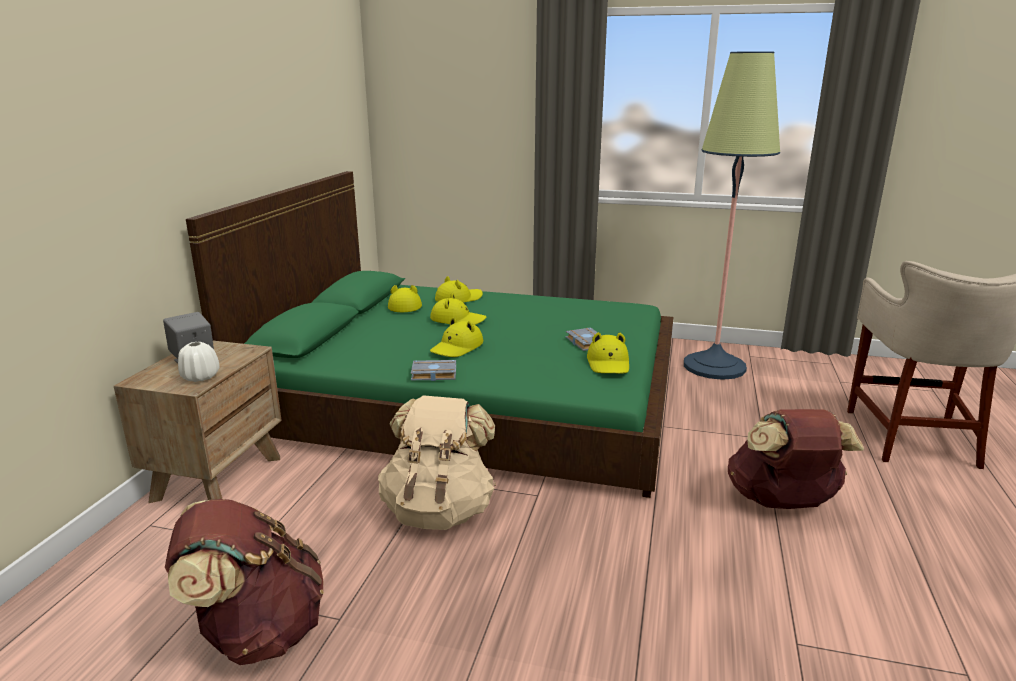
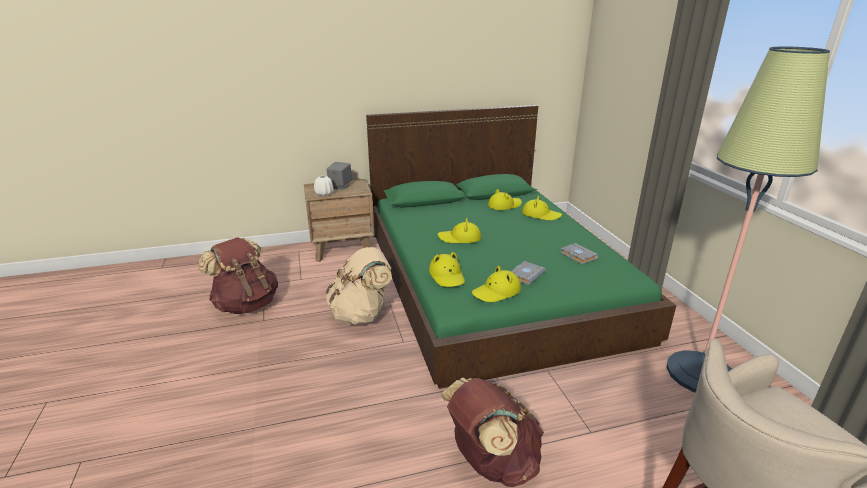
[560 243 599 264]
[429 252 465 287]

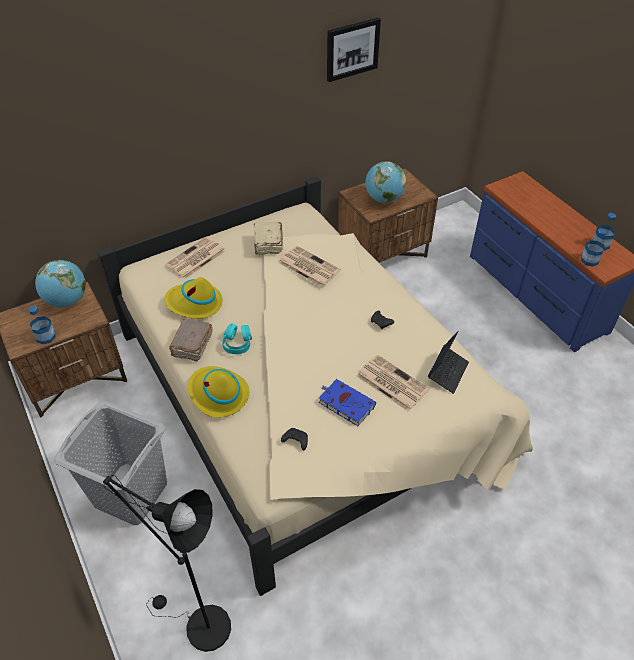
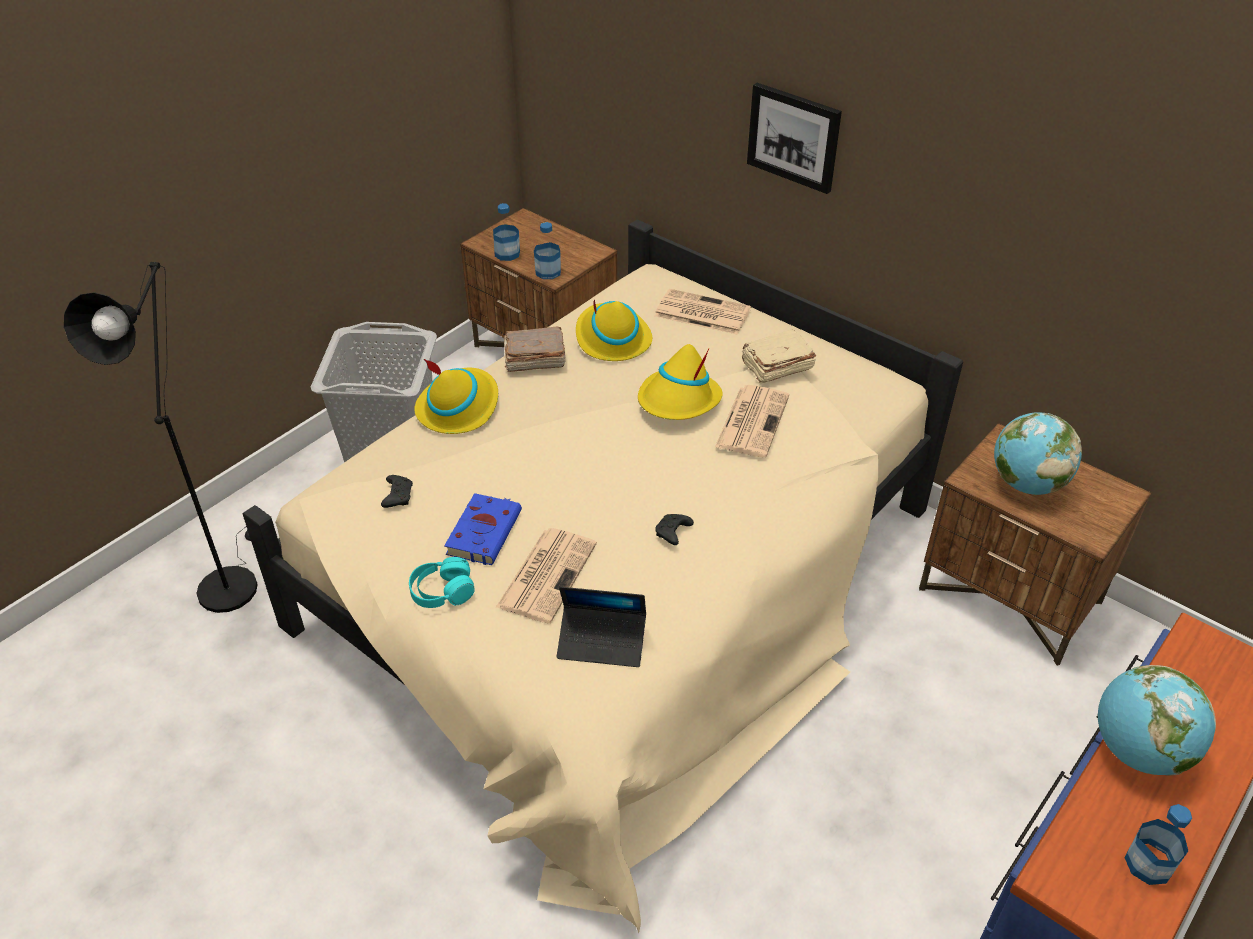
[638 344 723 420]
[1098 665 1216 775]
[409 557 475 608]
[747 83 842 194]
[534 222 561 279]

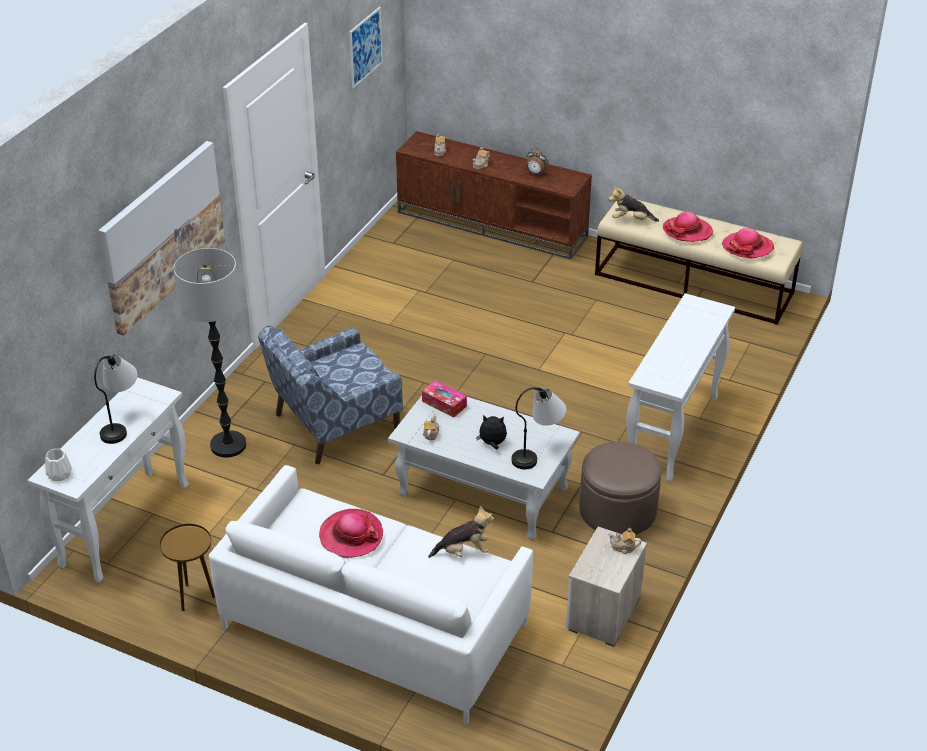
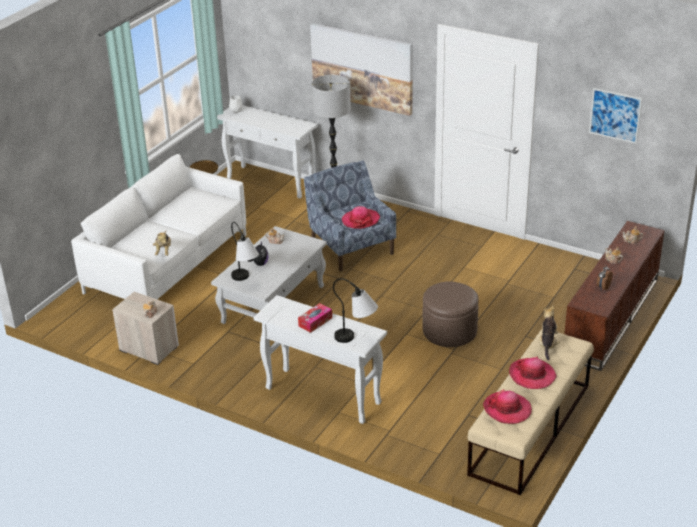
[333 278 378 343]
[342 206 380 229]
[298 303 332 333]
[422 281 479 347]

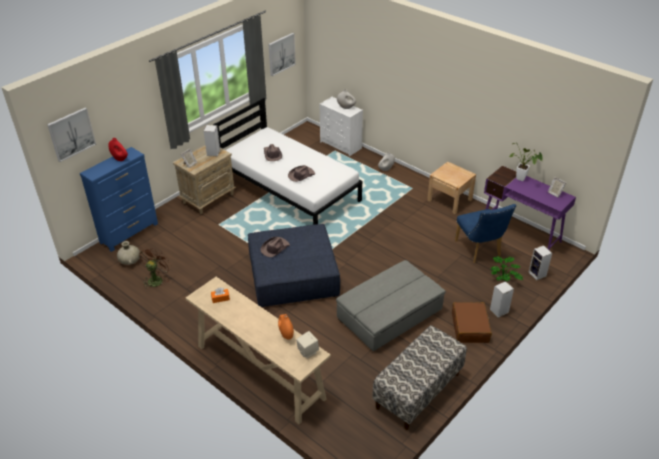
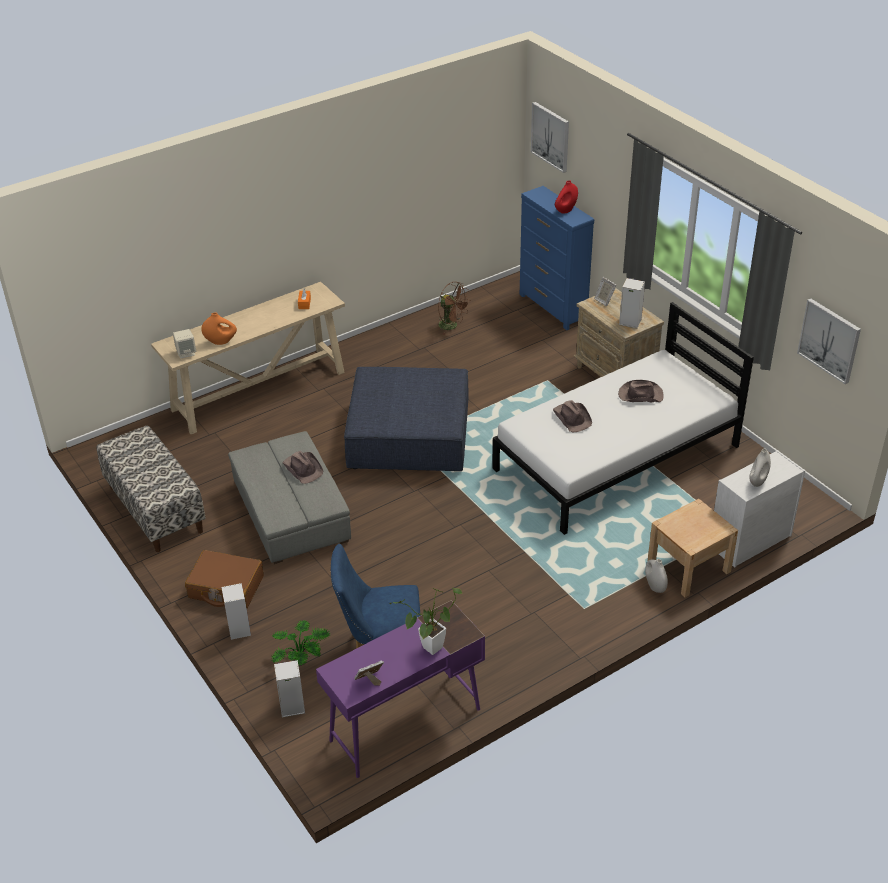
[117 241 140 265] (first image)
[283 451 323 484]
[647 499 738 597]

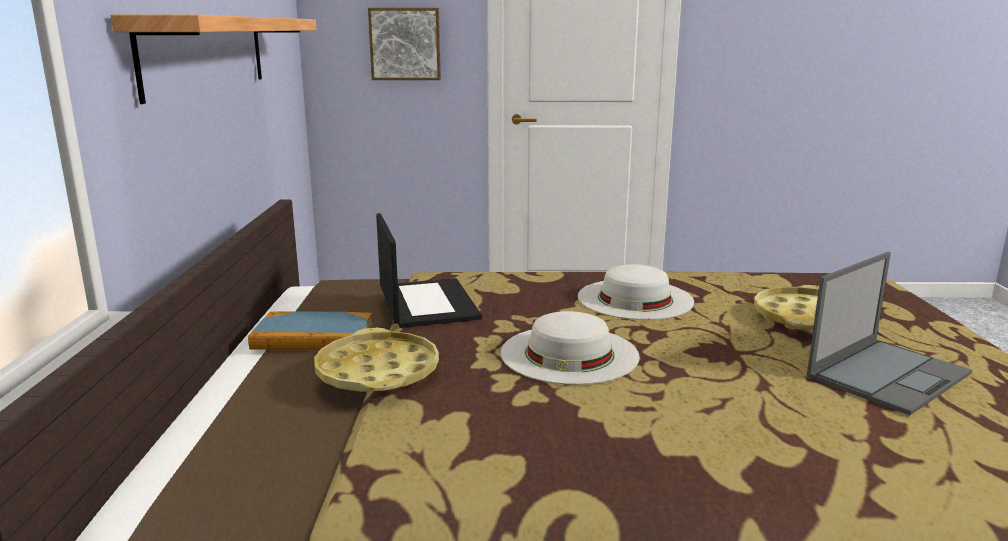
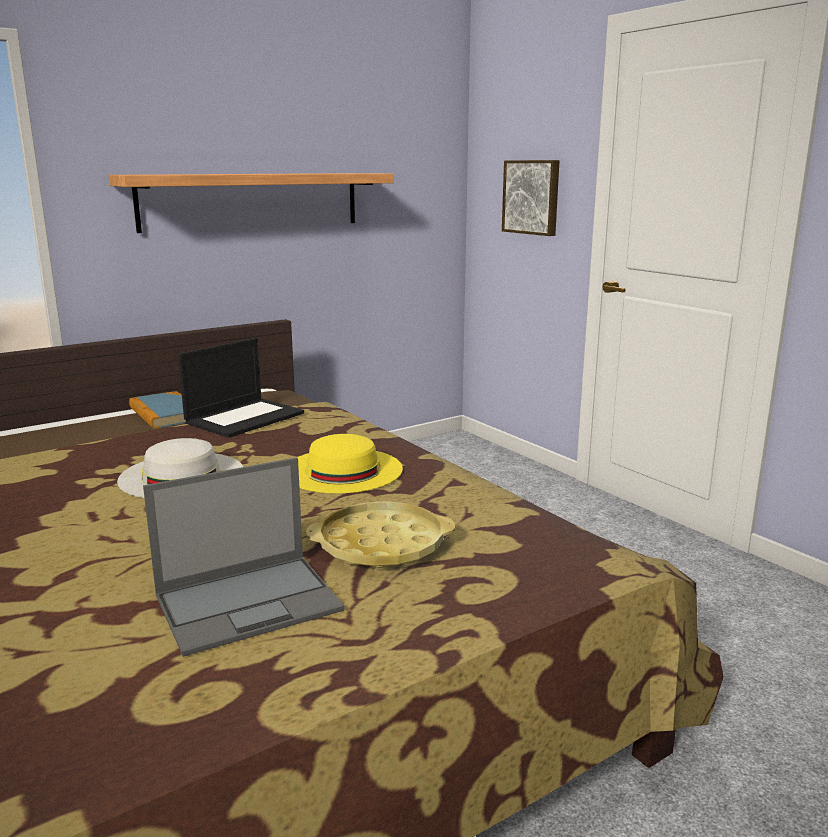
[314 328 439 392] (first image)
[297 434 403 493]
[143 457 345 657]

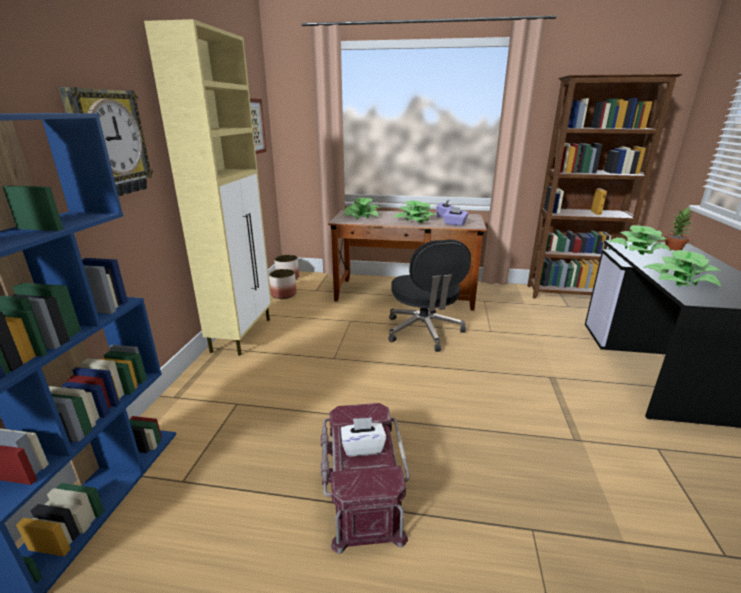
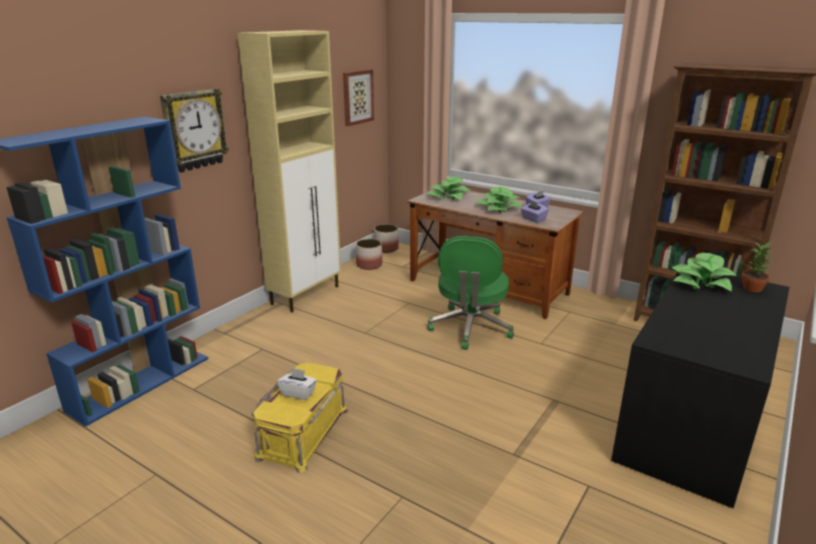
[644 250 721 287] (first image)
[251 363 348 473]
[427 236 514 350]

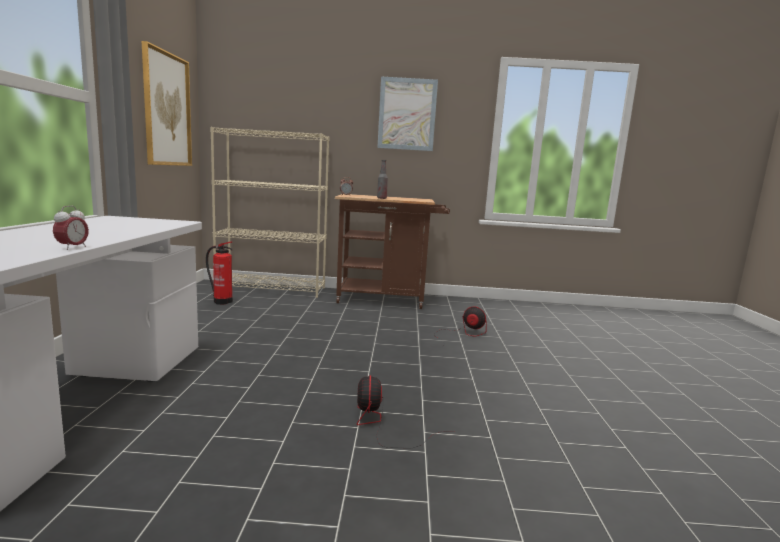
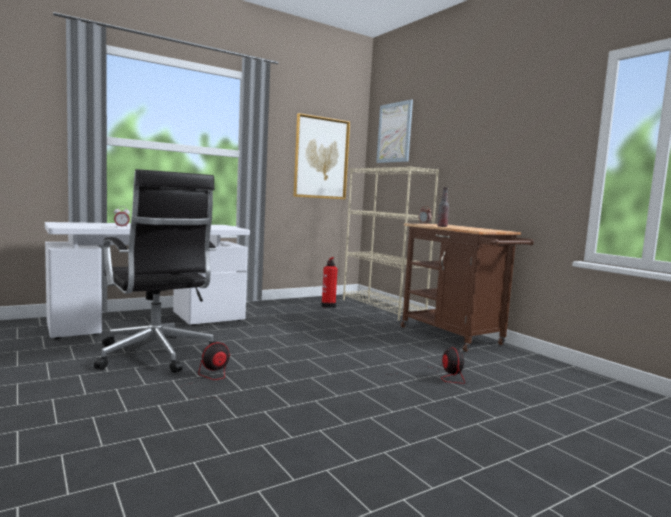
[94 169 216 373]
[376 99 413 163]

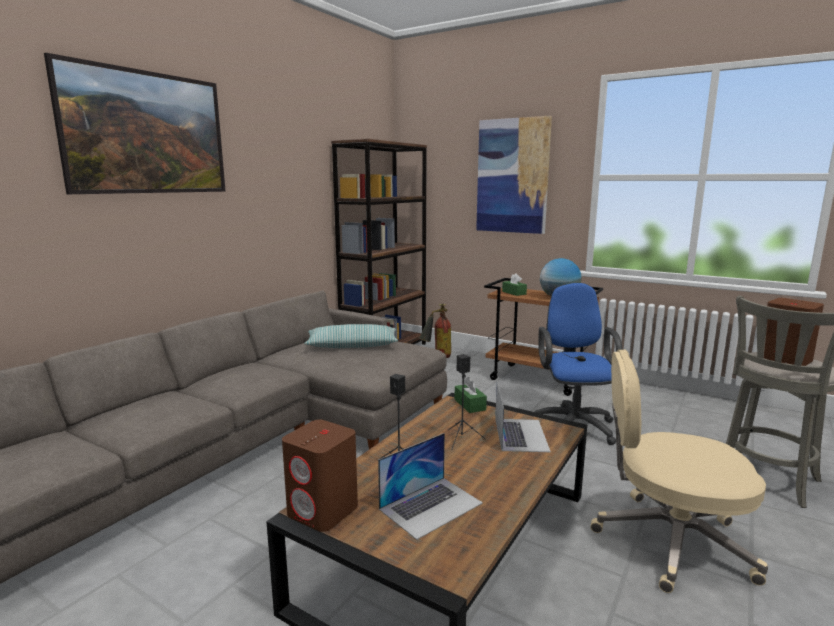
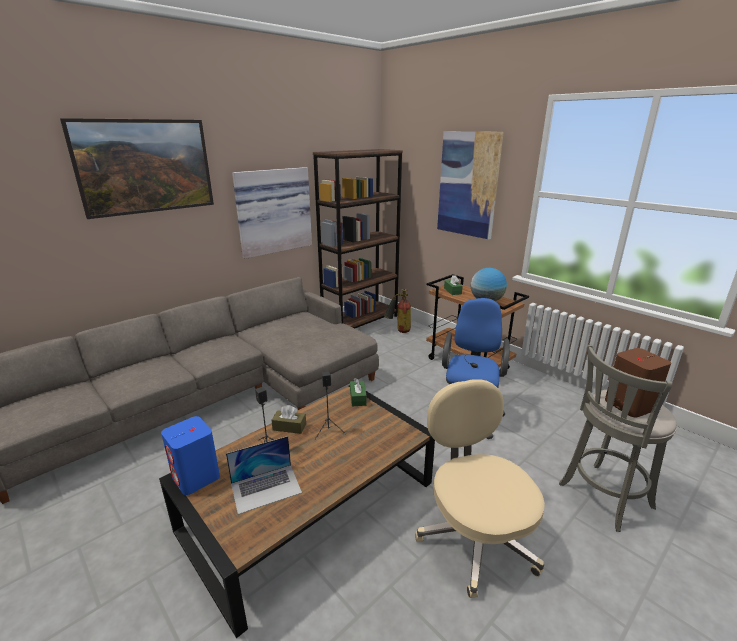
[304 324 398 348] (first image)
[495 382 551 452] (first image)
[232 167 312 259]
[272 405 306 434]
[161 416 220 495]
[416 379 545 598]

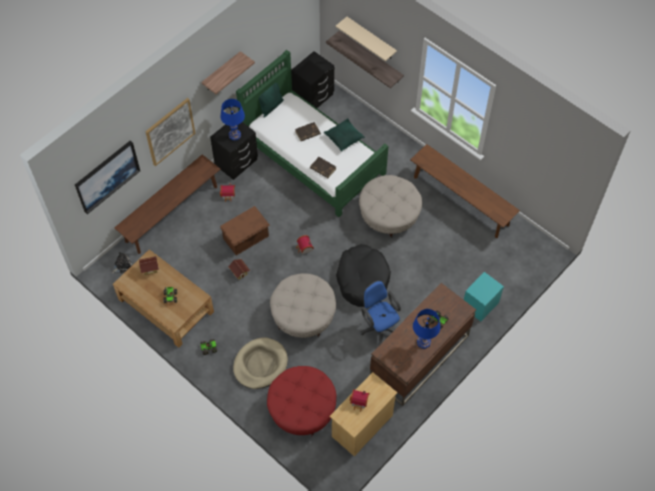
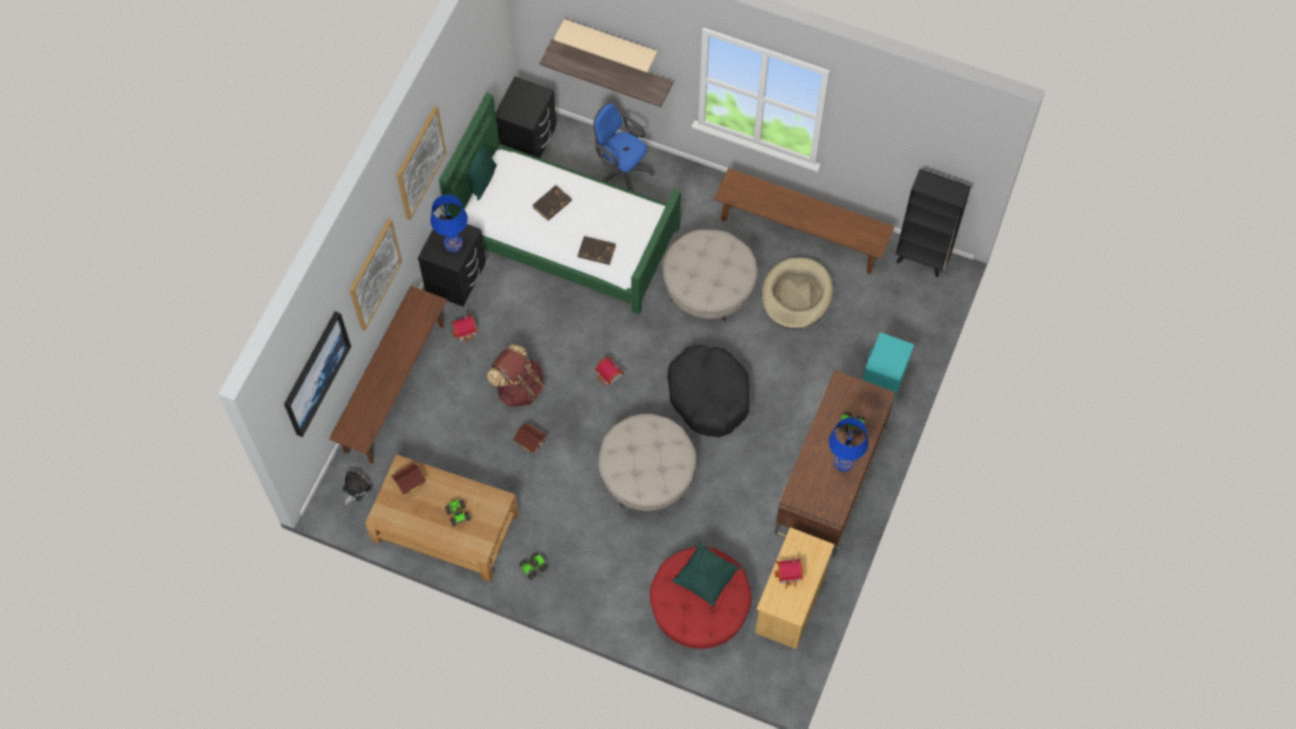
[896 169 971 277]
[761 258 833 329]
[671 542 740 607]
[594 103 655 192]
[396 106 446 220]
[487 344 545 407]

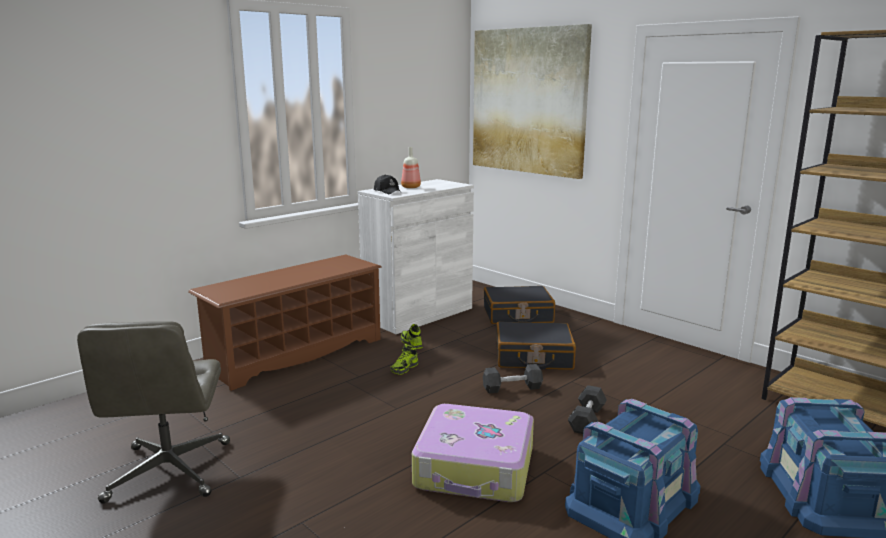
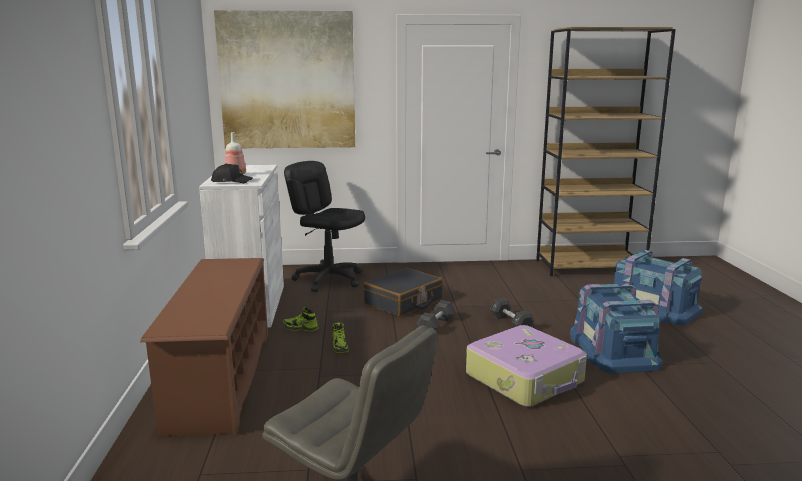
[284 161 365 292]

